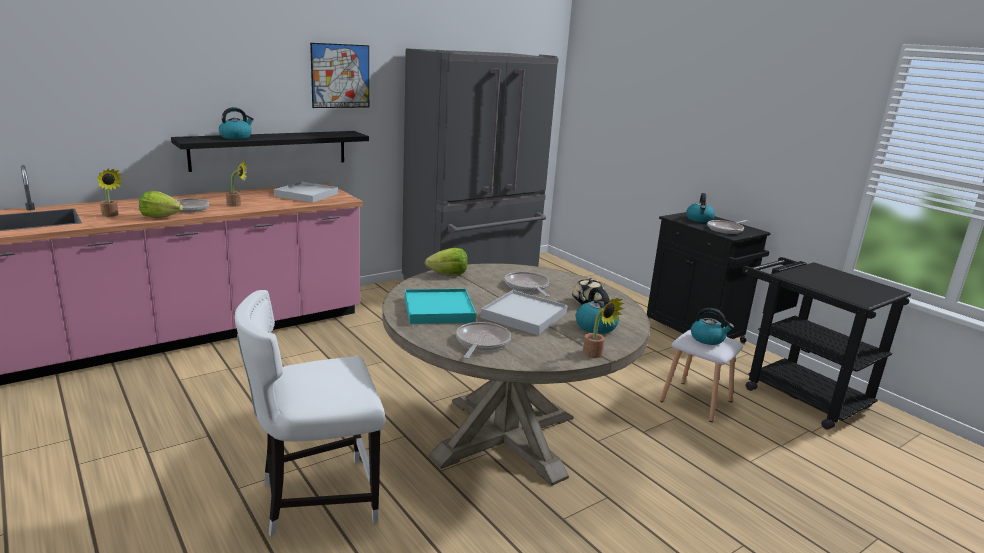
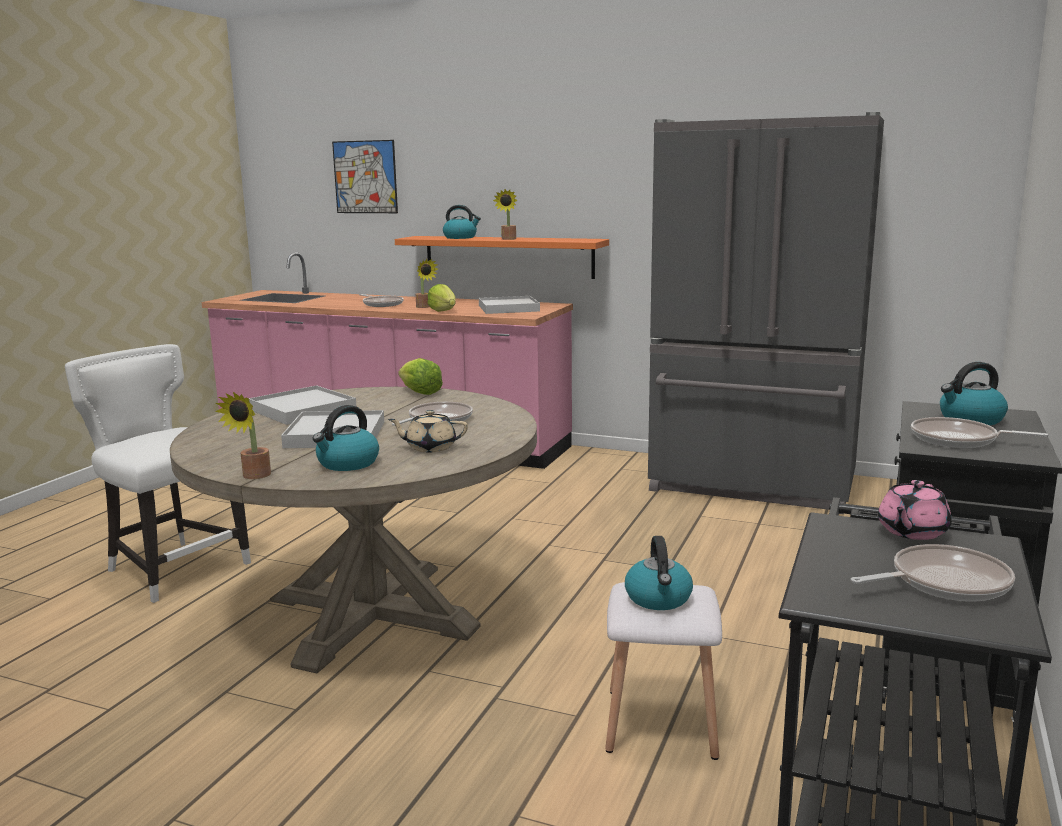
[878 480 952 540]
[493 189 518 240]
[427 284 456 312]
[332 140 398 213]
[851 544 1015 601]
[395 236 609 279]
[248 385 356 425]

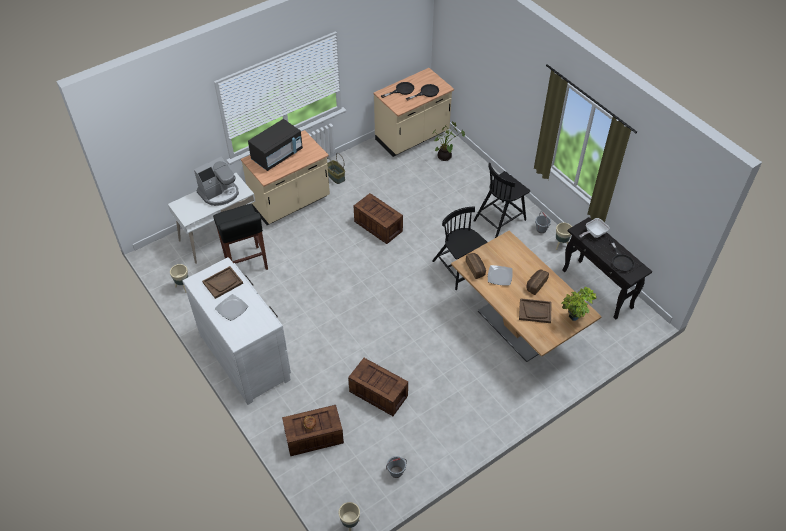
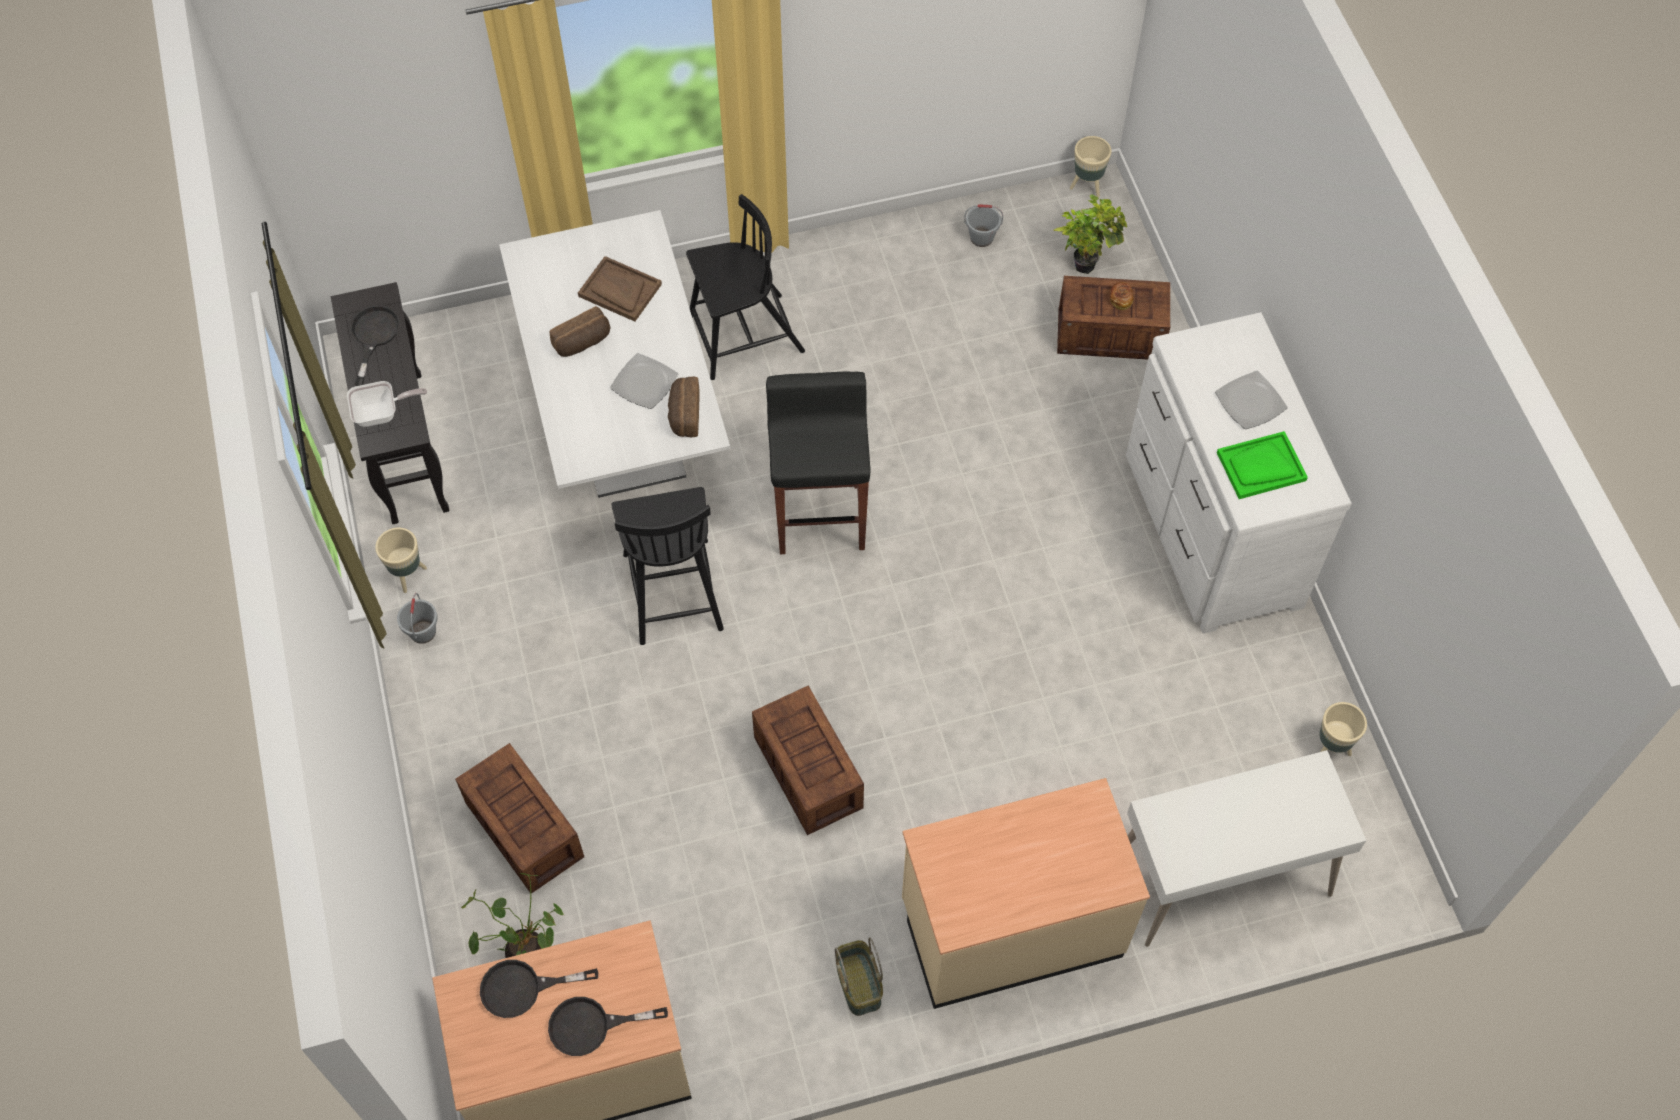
[194 156 239 206] (first image)
[248 119 303 171] (first image)
[766 372 870 554]
[455 743 584 894]
[686 194 805 380]
[1053 194 1127 274]
[1217 431 1308 499]
[499 210 730 498]

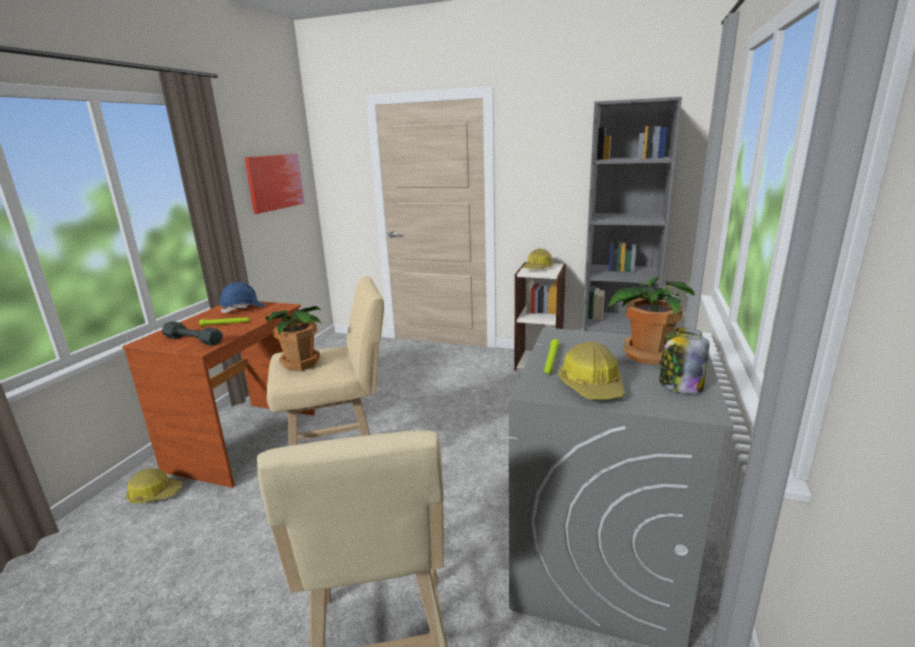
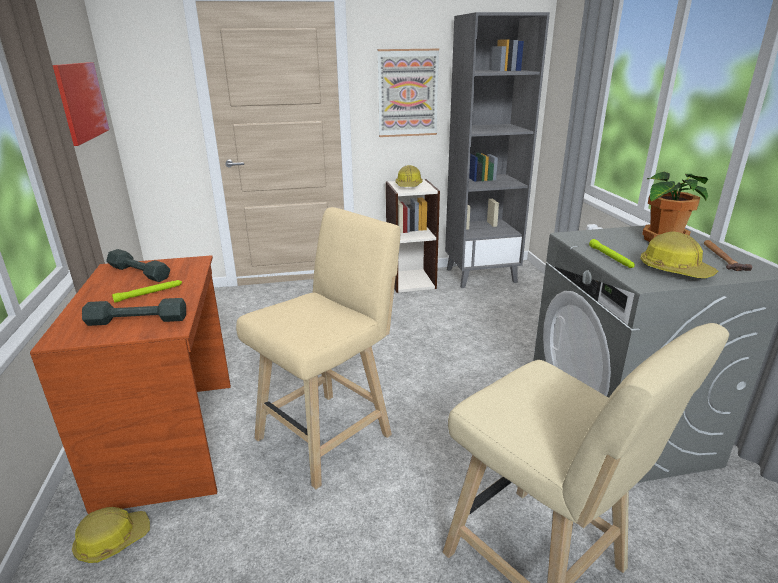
[265 306 321 371] (first image)
[378 49 439 137]
[106 249 170 282]
[704 240 752 271]

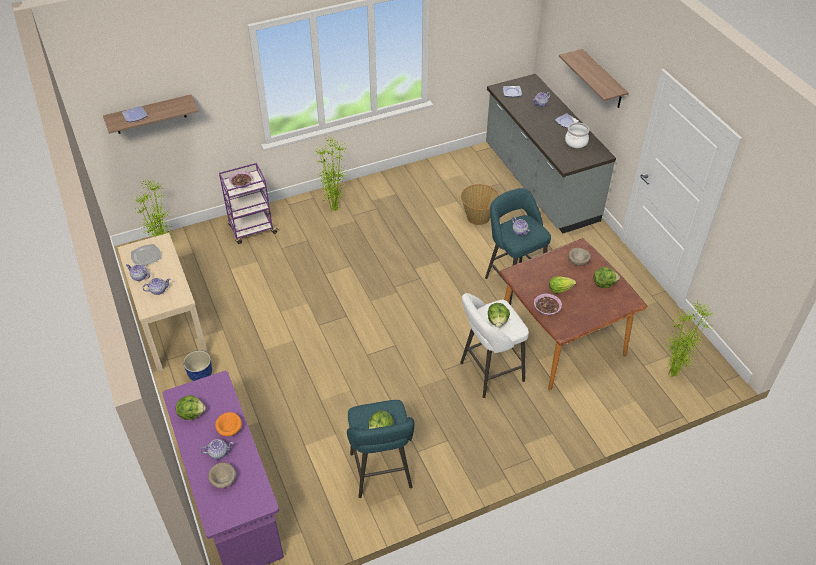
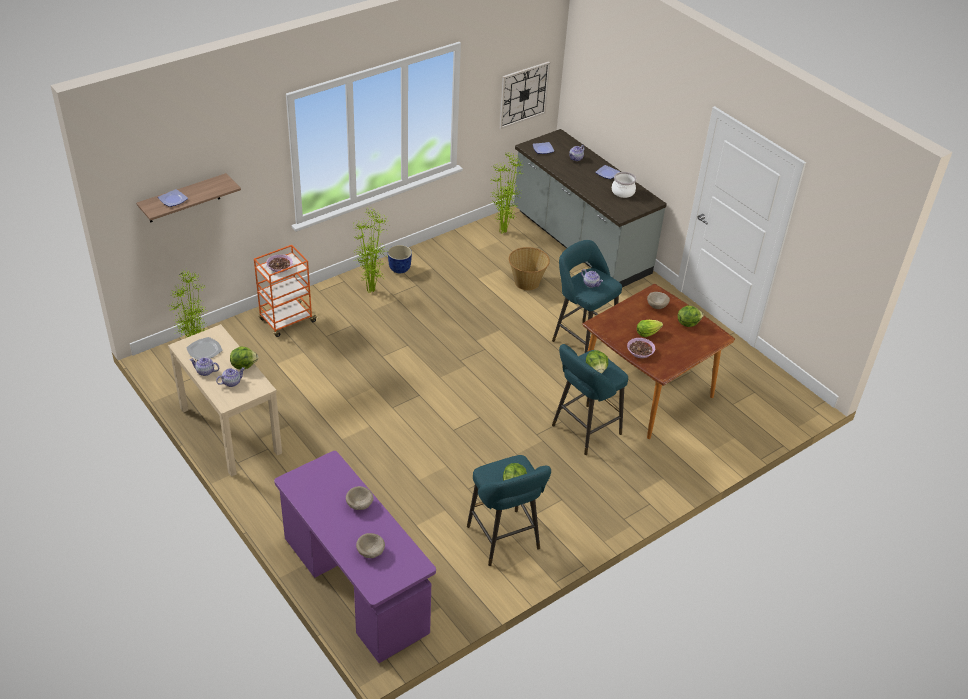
[200 439 233 460] (first image)
[559 49 628 108] (first image)
[499 61 550 129]
[230 346 258 370]
[388 245 412 273]
[491 151 524 234]
[346 486 374 510]
[254 245 318 337]
[552 344 628 455]

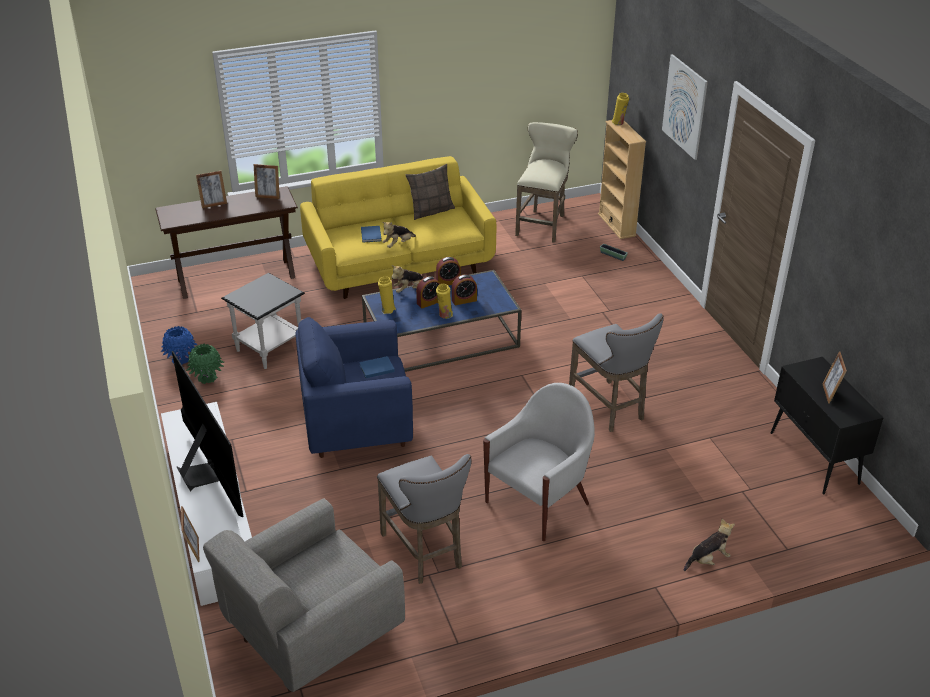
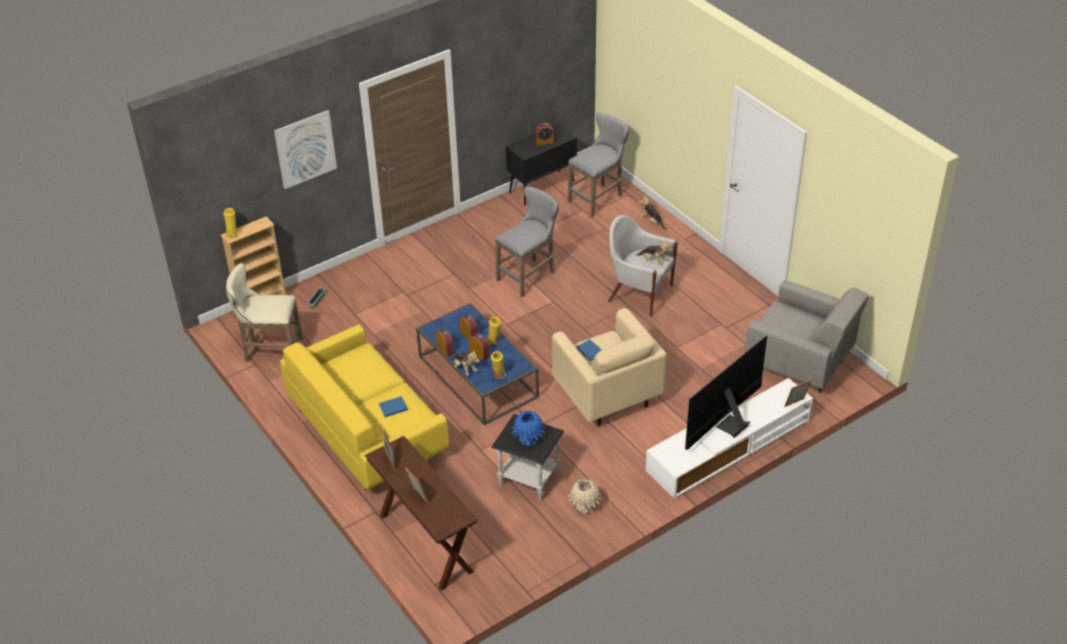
[406 164 455 220] (first image)
[511 411 545 446]
[568 113 629 217]
[636 240 672 266]
[535 123 554 145]
[568 479 602 513]
[552 308 667 426]

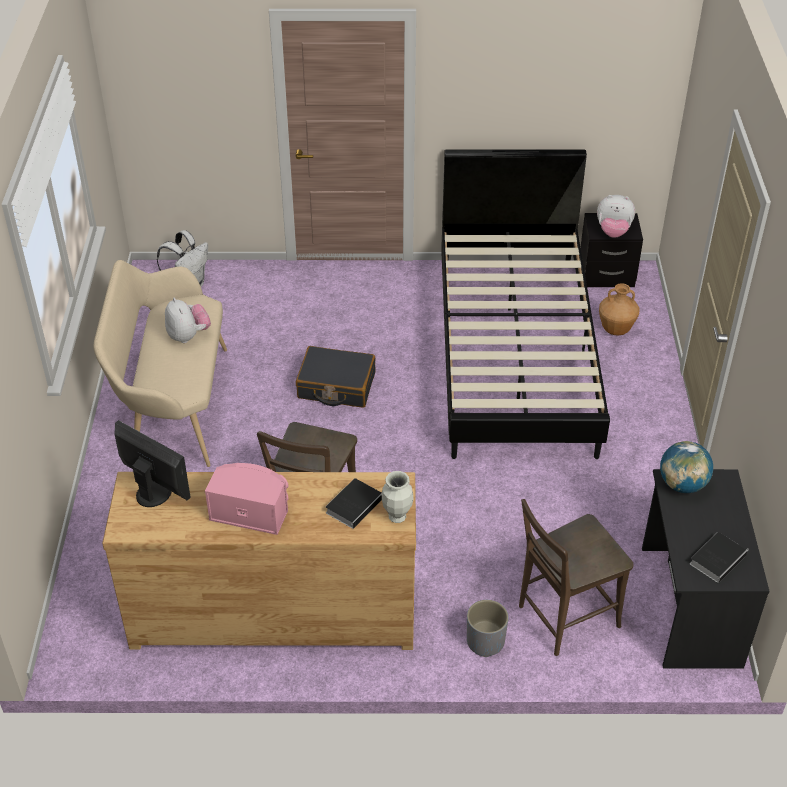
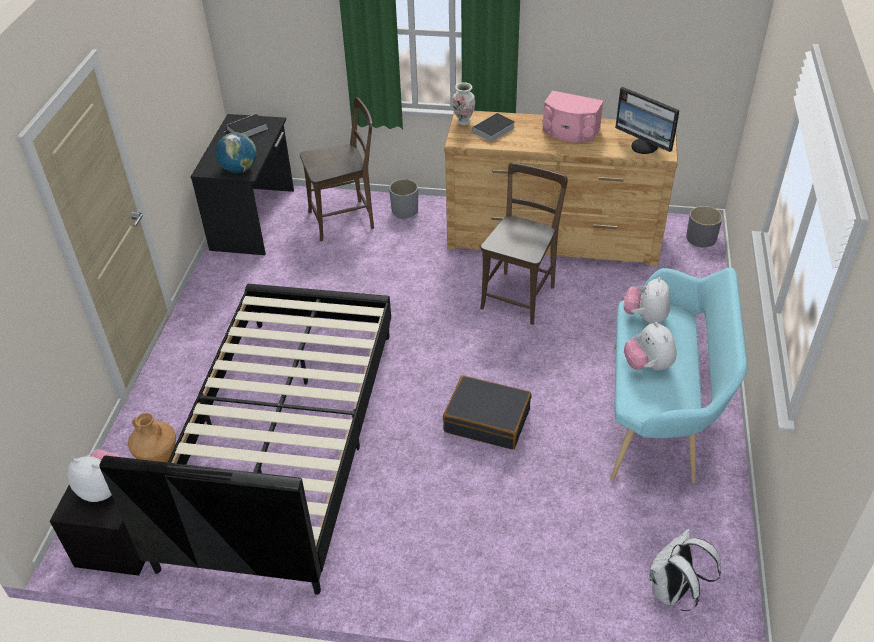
[624 277 670 324]
[686 206 723 247]
[610 268 747 483]

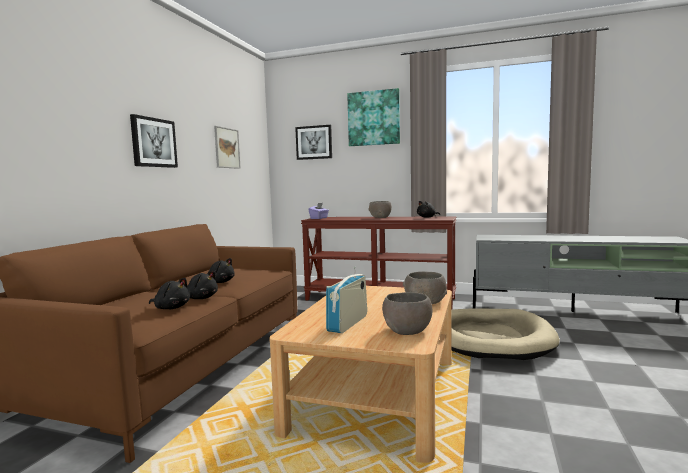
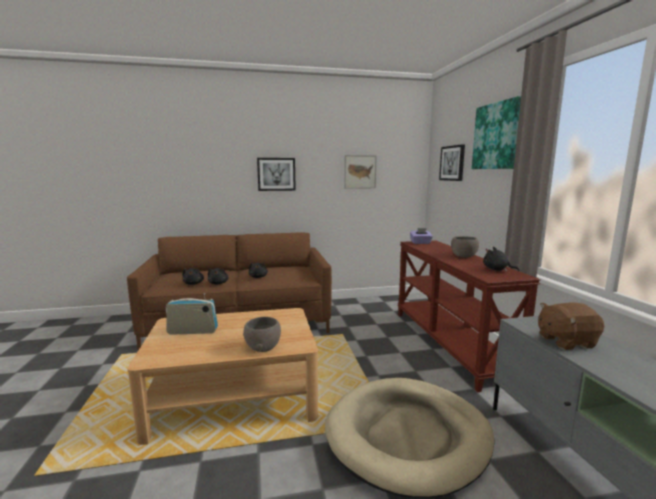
[382 292 432 335] (first image)
[538 302 604 350]

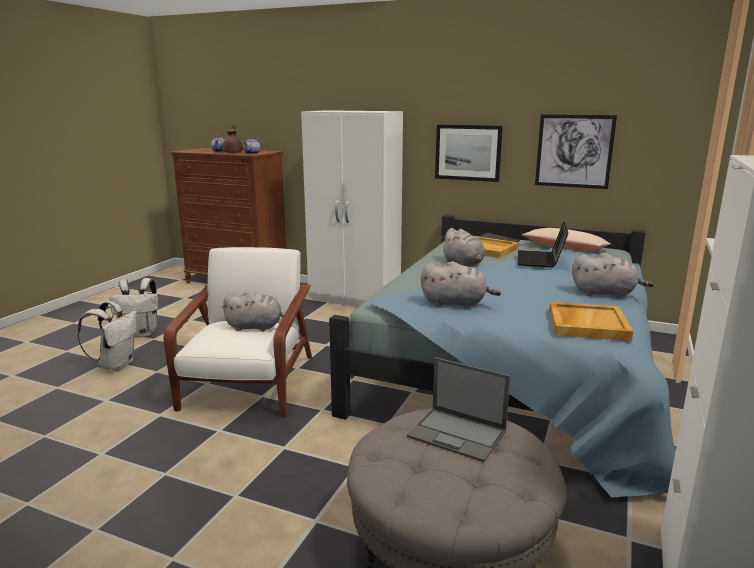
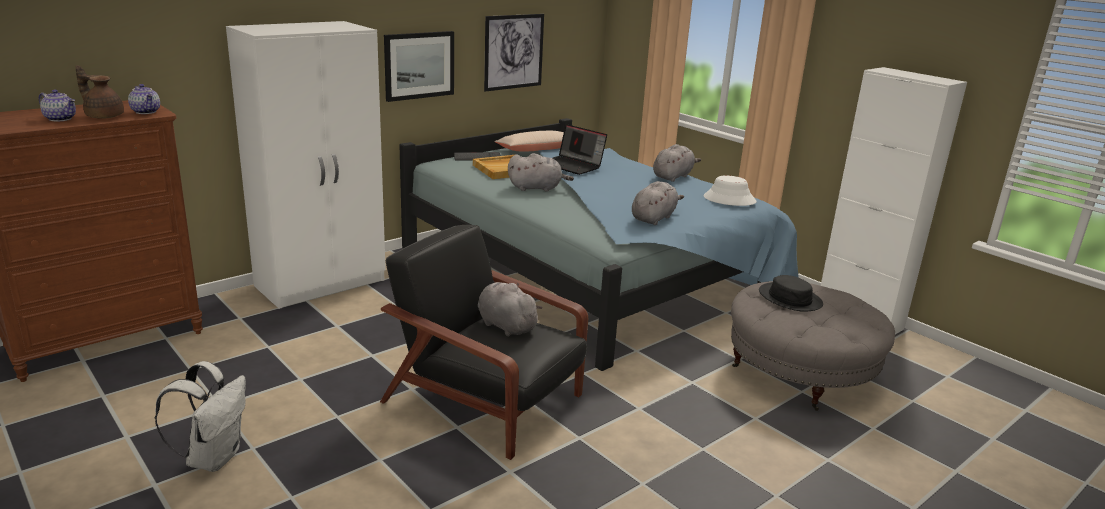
[77 301 137 371] (first image)
[759 275 823 312]
[703 176 757 206]
[380 225 588 460]
[478 282 542 336]

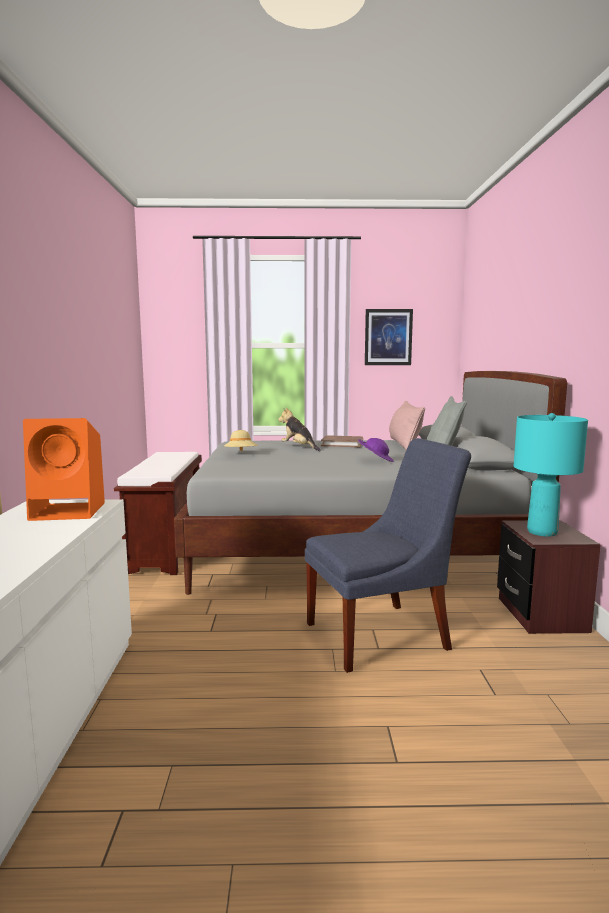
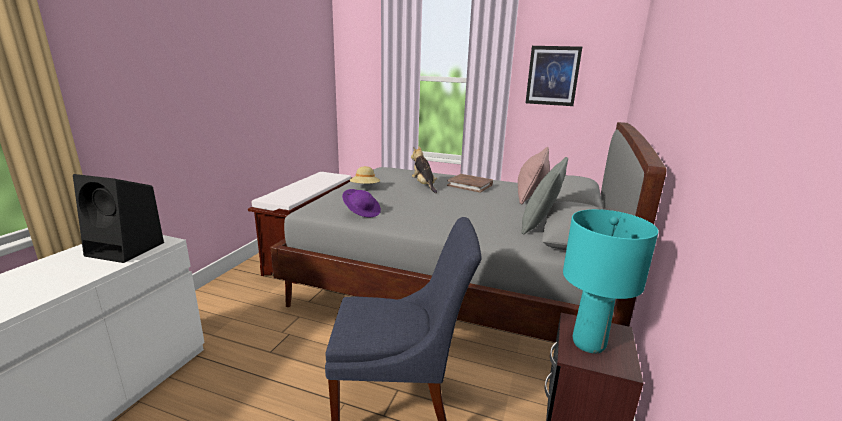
[342 189 381 217]
[73 174 164 263]

